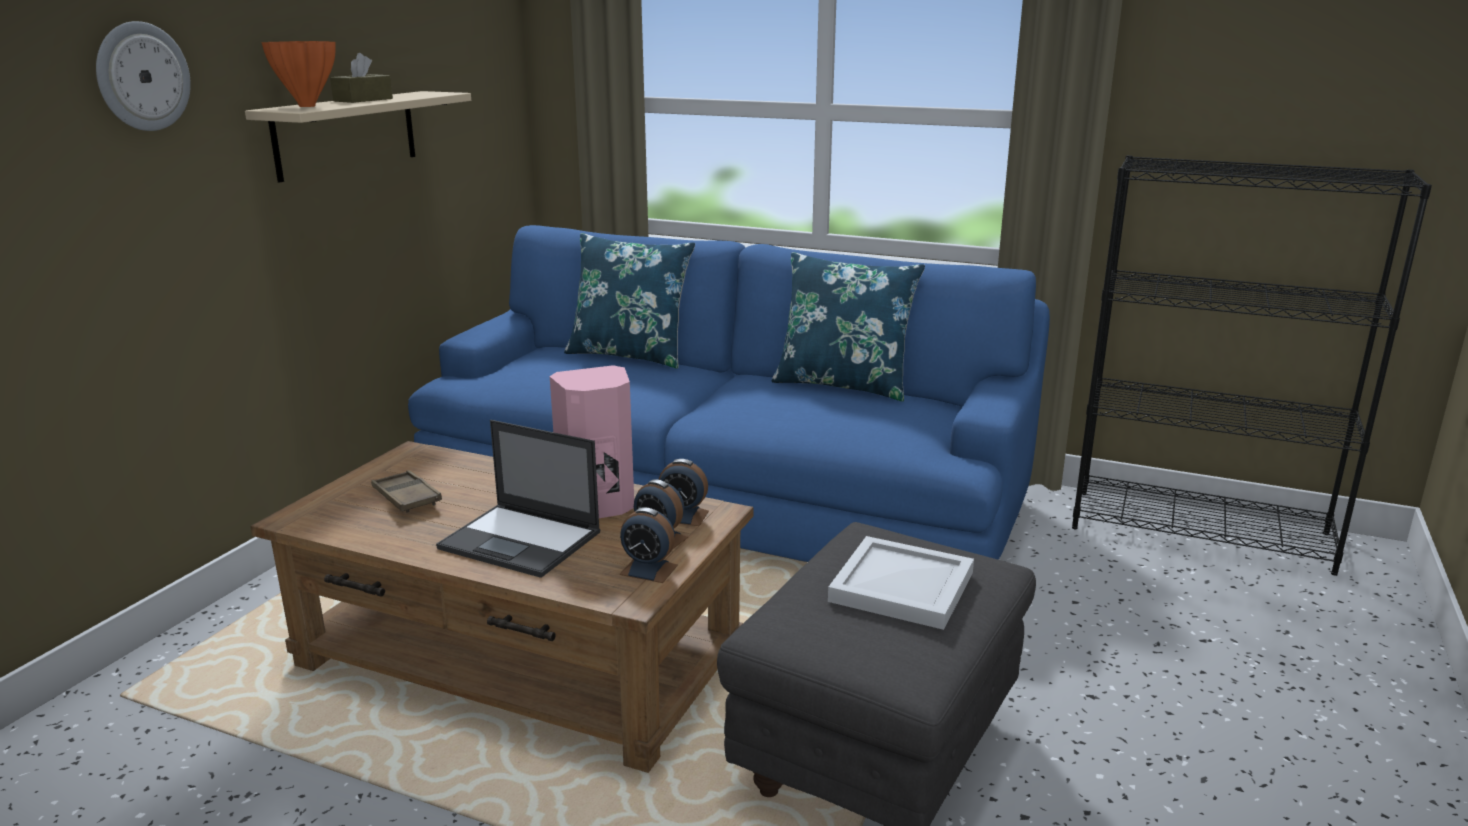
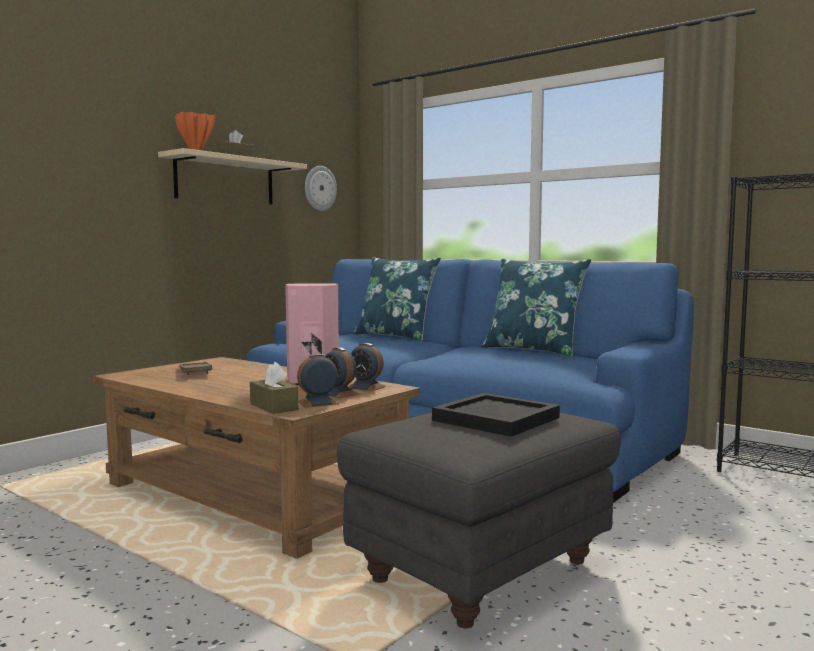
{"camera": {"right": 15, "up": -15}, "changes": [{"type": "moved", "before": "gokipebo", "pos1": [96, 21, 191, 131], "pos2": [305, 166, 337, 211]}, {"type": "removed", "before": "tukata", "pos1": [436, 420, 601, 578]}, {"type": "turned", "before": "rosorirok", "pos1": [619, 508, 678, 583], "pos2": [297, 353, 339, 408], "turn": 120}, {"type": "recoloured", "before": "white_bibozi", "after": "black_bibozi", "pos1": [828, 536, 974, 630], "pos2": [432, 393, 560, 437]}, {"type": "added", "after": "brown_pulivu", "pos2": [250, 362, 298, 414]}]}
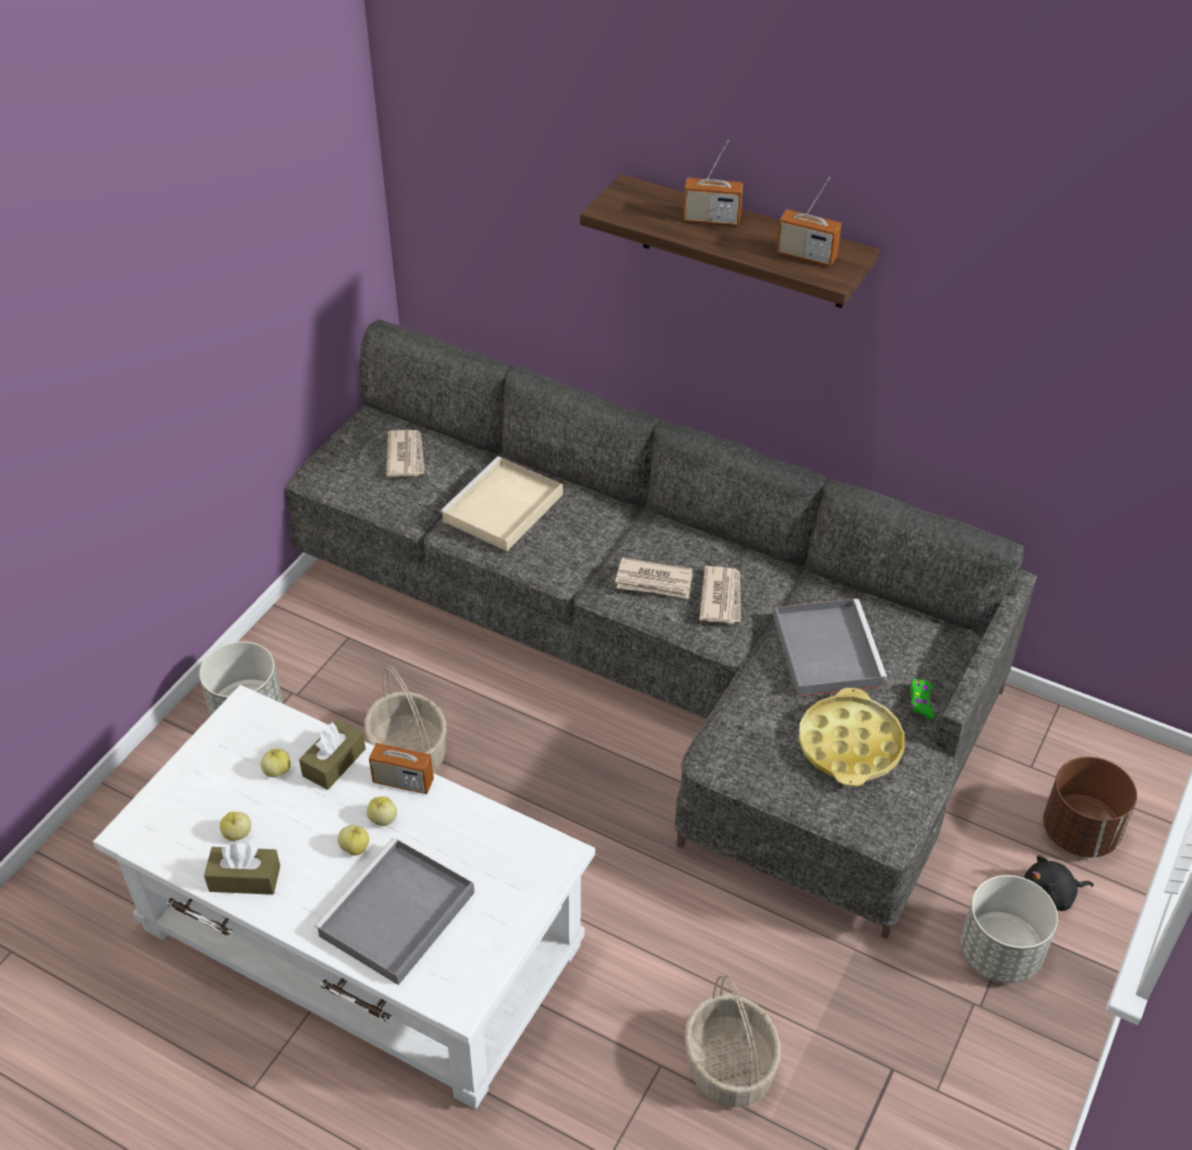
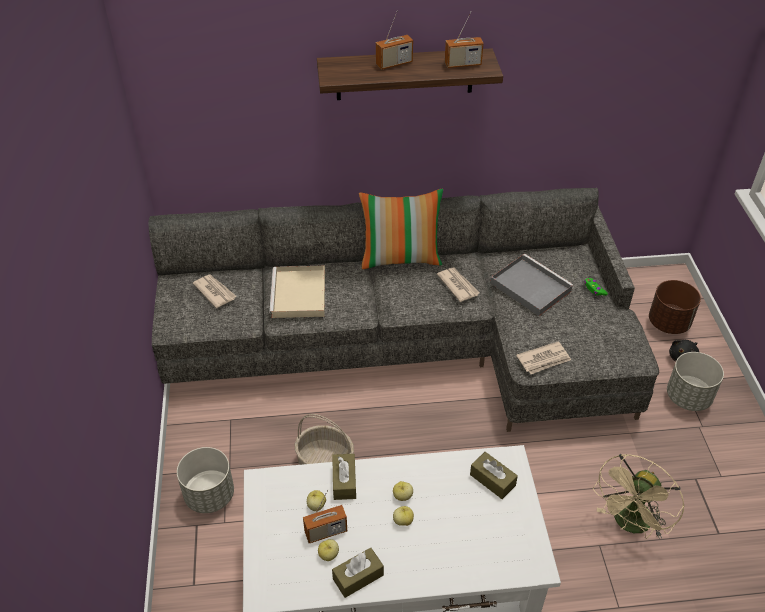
{"camera": {"right": -35, "up": 0}, "changes": [{"type": "moved", "before": "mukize", "pos1": [615, 558, 692, 599], "pos2": [516, 341, 571, 374]}, {"type": "removed", "before": "yellow_bibozi", "pos1": [799, 688, 905, 787]}, {"type": "moved", "before": "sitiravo", "pos1": [369, 720, 434, 794], "pos2": [303, 490, 347, 543]}, {"type": "removed", "before": "grey_bibozi", "pos1": [314, 838, 475, 985]}, {"type": "replaced", "before": "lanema", "after": "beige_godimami", "pos1": [685, 975, 781, 1107], "pos2": [593, 454, 685, 539]}, {"type": "added", "after": "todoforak", "pos2": [359, 189, 443, 269]}, {"type": "added", "after": "brown_pulivu", "pos2": [470, 452, 518, 499]}]}
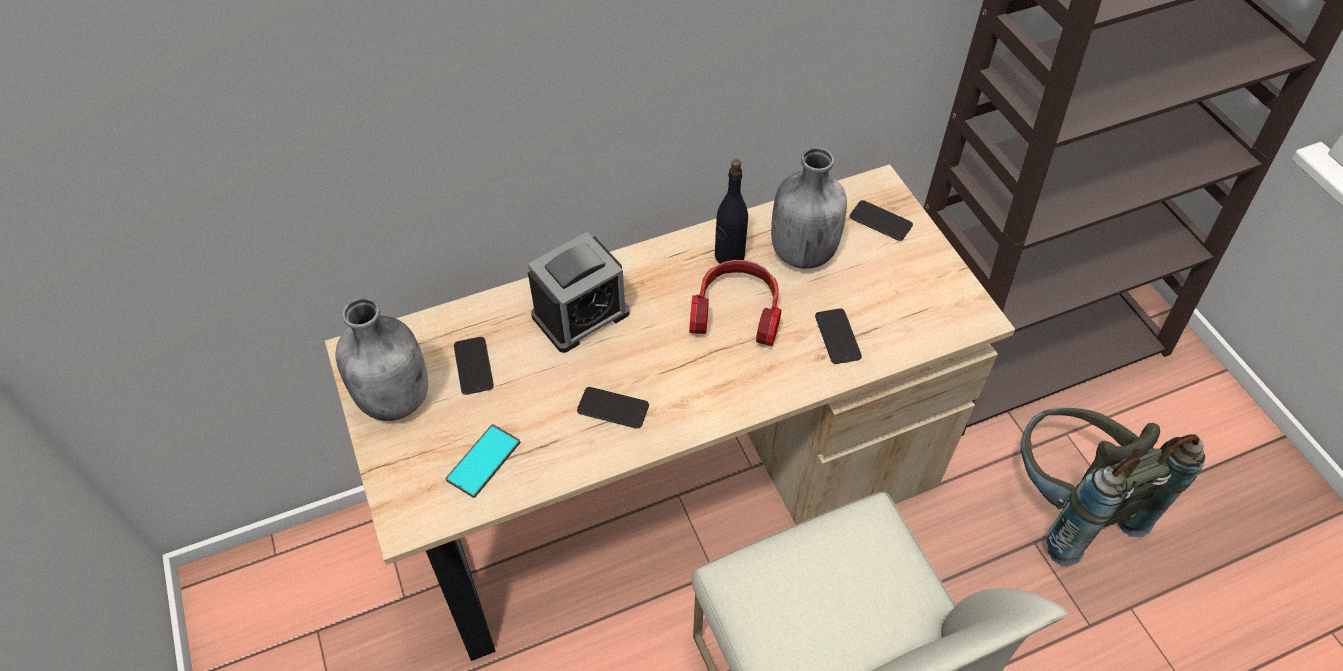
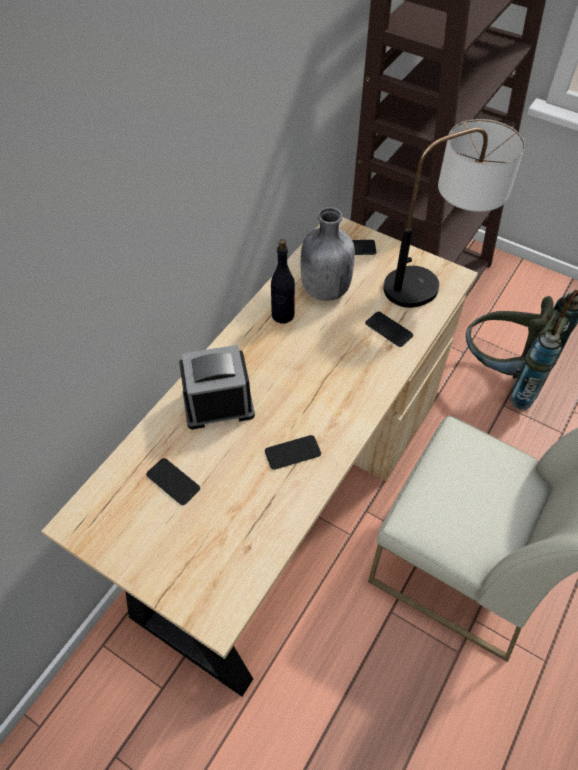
{"camera": {"right": -35, "up": 0}, "changes": [{"type": "turned", "before": "rosorirok", "pos1": [528, 232, 630, 353], "pos2": [179, 345, 255, 430], "turn": -120}, {"type": "removed", "before": "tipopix", "pos1": [690, 260, 781, 346]}, {"type": "removed", "before": "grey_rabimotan", "pos1": [335, 298, 428, 421]}, {"type": "removed", "before": "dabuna", "pos1": [446, 424, 520, 498]}, {"type": "added", "after": "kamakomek", "pos2": [384, 119, 525, 308]}]}
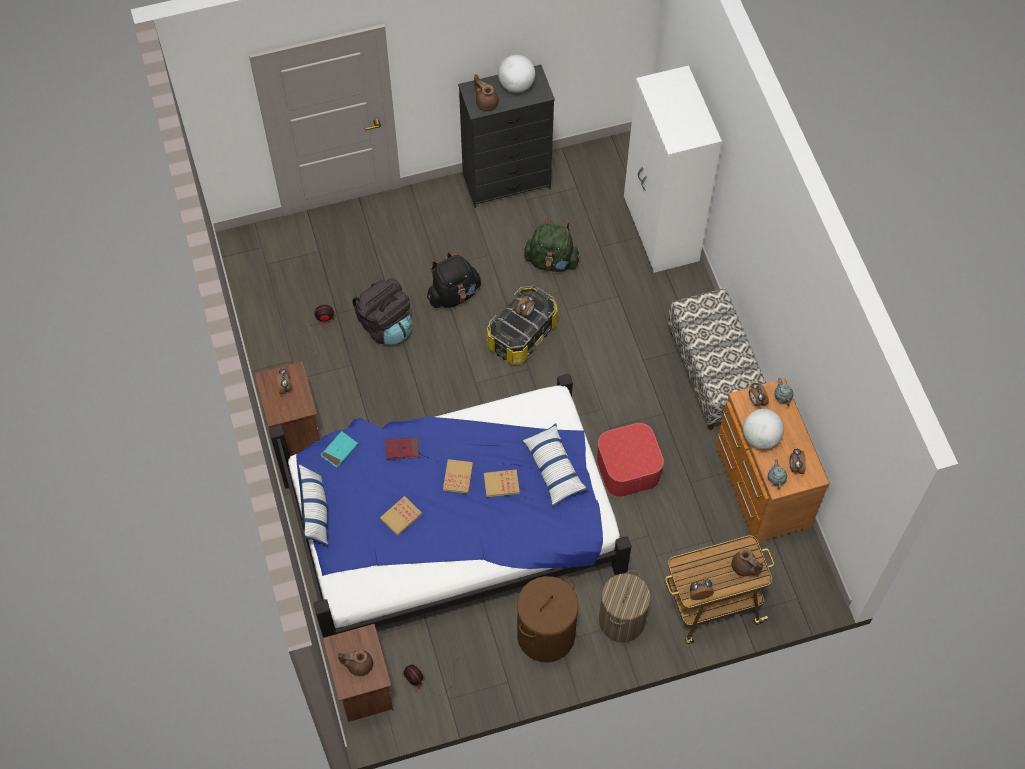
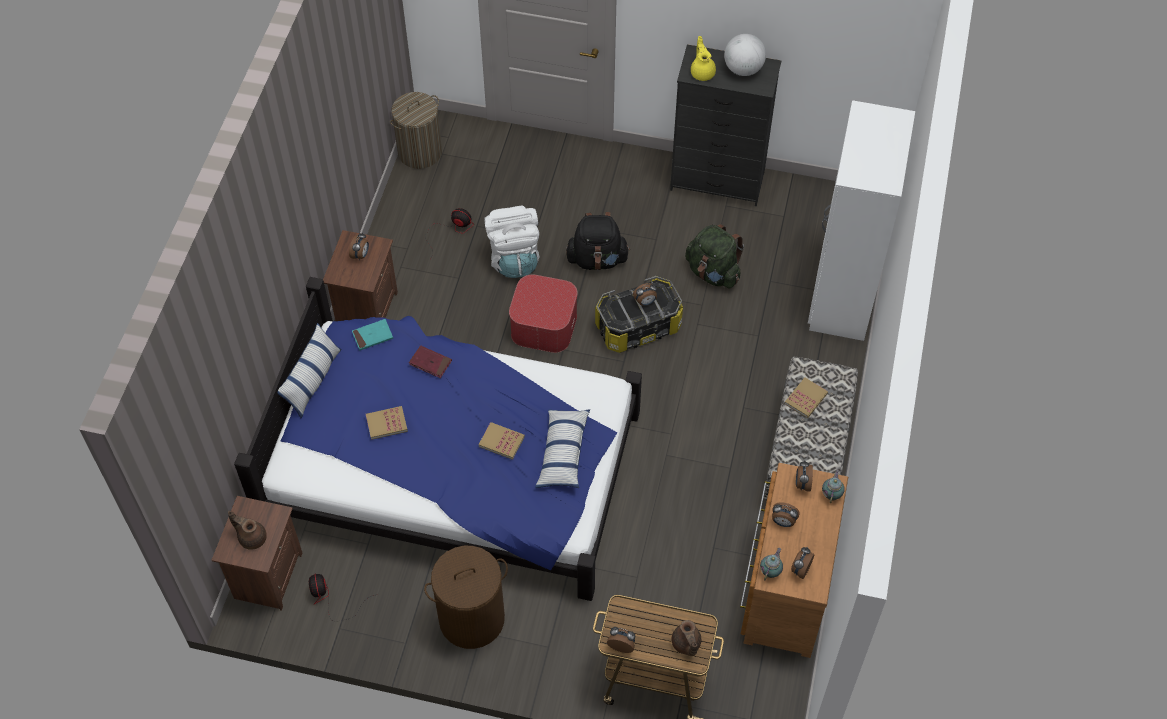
{"camera": {"right": 30, "up": -5}, "changes": [{"type": "recoloured", "before": "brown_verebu", "after": "yellow_verebu", "pos1": [474, 74, 499, 111], "pos2": [691, 36, 716, 81]}, {"type": "recoloured", "before": "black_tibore", "after": "white_tibore", "pos1": [353, 278, 412, 345], "pos2": [484, 205, 539, 278]}, {"type": "replaced", "before": "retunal", "after": "rosorirok", "pos1": [743, 409, 784, 449], "pos2": [772, 502, 800, 527]}, {"type": "moved", "before": "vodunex", "pos1": [597, 423, 664, 497], "pos2": [509, 274, 578, 353]}, {"type": "moved", "before": "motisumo", "pos1": [443, 459, 473, 494], "pos2": [785, 377, 828, 418]}, {"type": "moved", "before": "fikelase", "pos1": [599, 570, 651, 642], "pos2": [390, 92, 442, 169]}]}
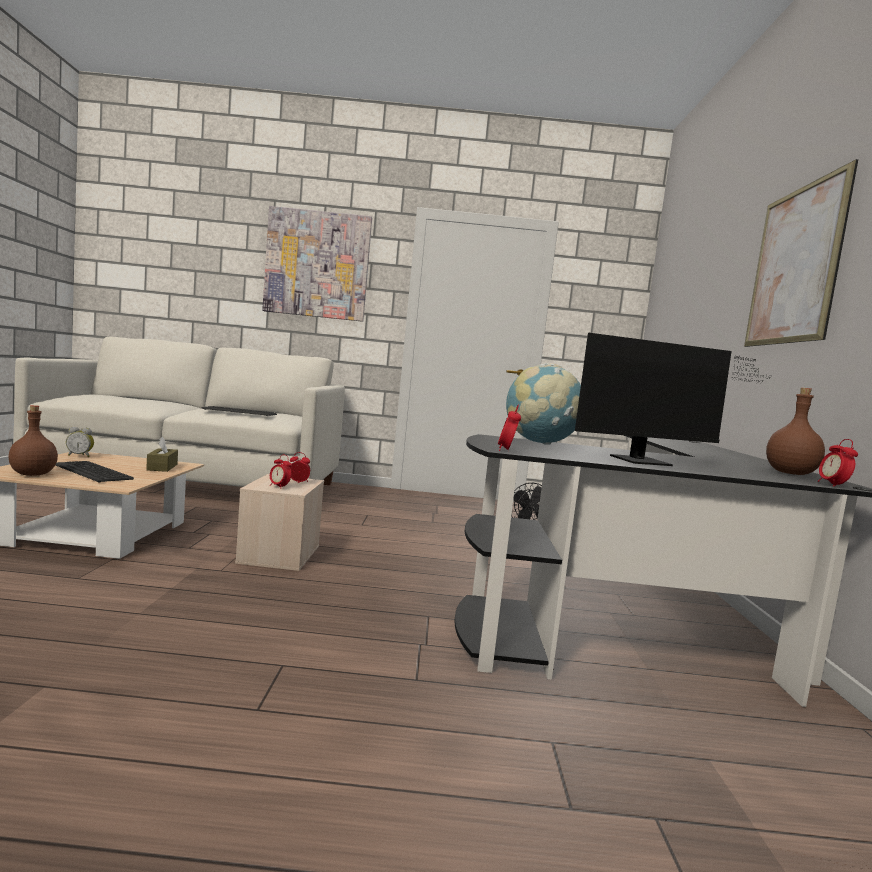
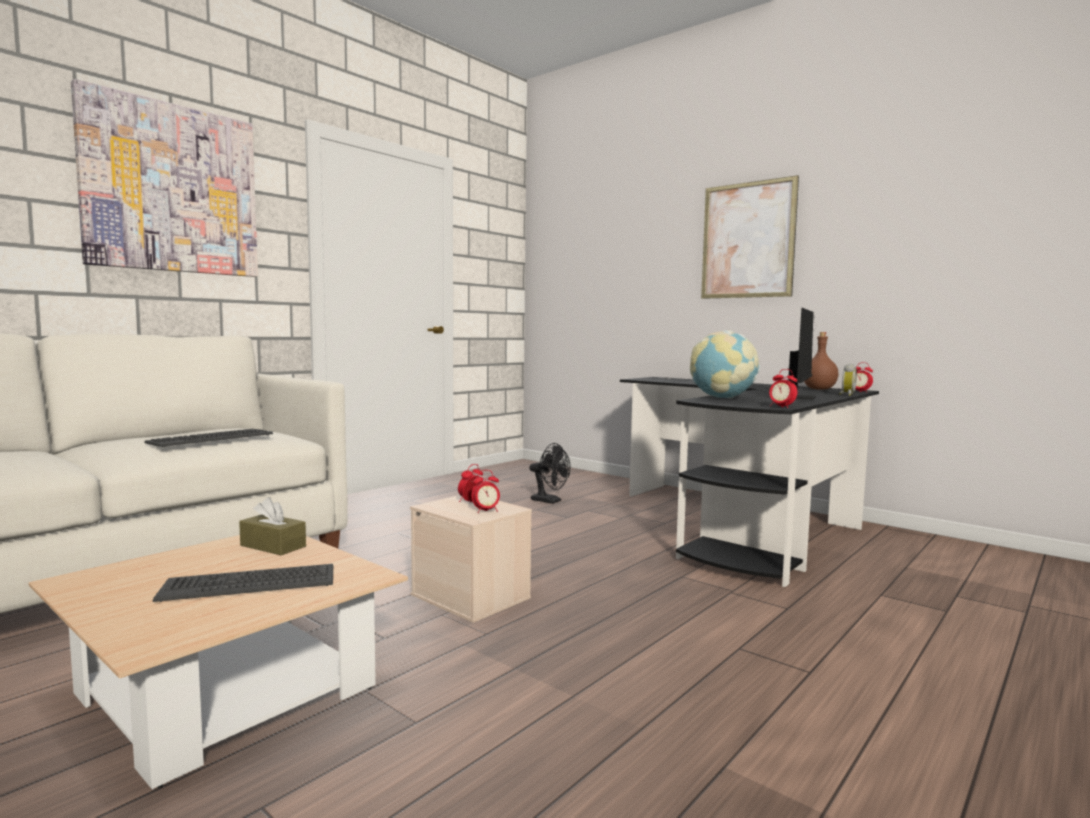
{"camera": {"right": -50, "up": 0}, "changes": [{"type": "removed", "before": "brown_rabimotan", "pos1": [8, 405, 58, 476]}, {"type": "moved", "before": "rosorirok", "pos1": [66, 427, 94, 457], "pos2": [839, 364, 857, 396]}]}
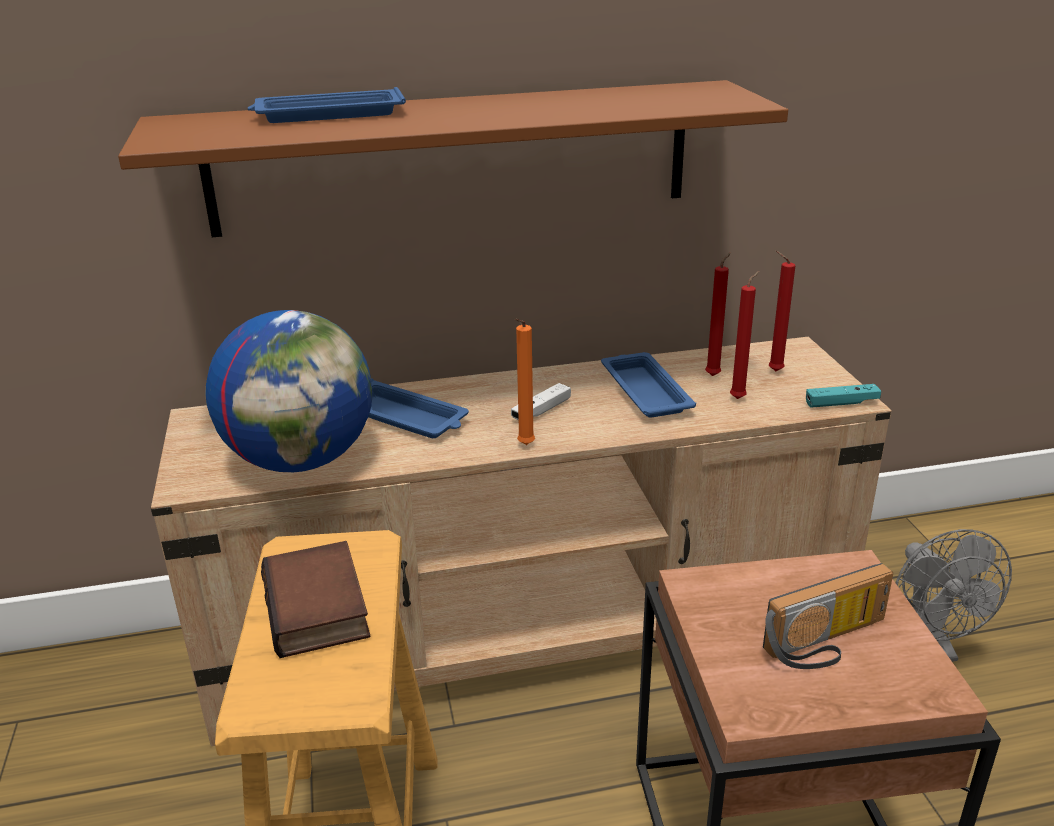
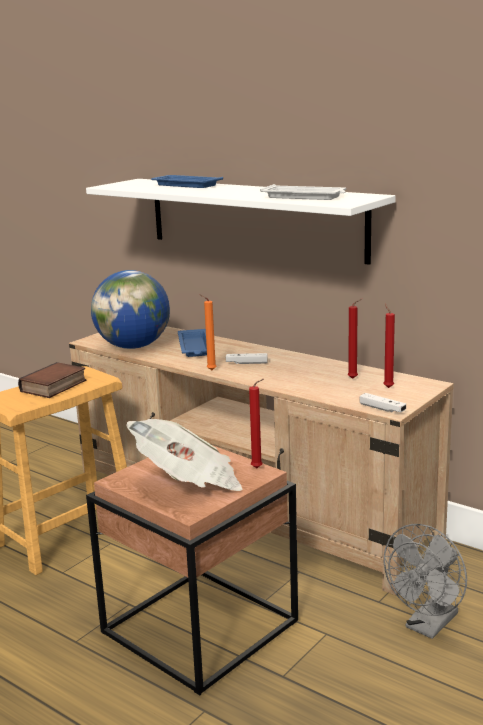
{"camera": {"right": 50, "up": -10}, "changes": [{"type": "recoloured", "before": "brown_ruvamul", "after": "white_ruvamul", "pos1": [118, 80, 788, 237], "pos2": [86, 179, 396, 265]}, {"type": "moved", "before": "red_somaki", "pos1": [730, 271, 760, 399], "pos2": [249, 379, 264, 468]}, {"type": "removed", "before": "blue_bibozi", "pos1": [601, 352, 696, 418]}, {"type": "recoloured", "before": "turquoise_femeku", "after": "white_femeku", "pos1": [806, 384, 881, 407], "pos2": [360, 393, 406, 413]}, {"type": "replaced", "before": "sitiravo", "after": "mukize", "pos1": [763, 563, 893, 669], "pos2": [126, 419, 243, 491]}, {"type": "added", "after": "white_bibozi", "pos2": [260, 184, 346, 200]}]}
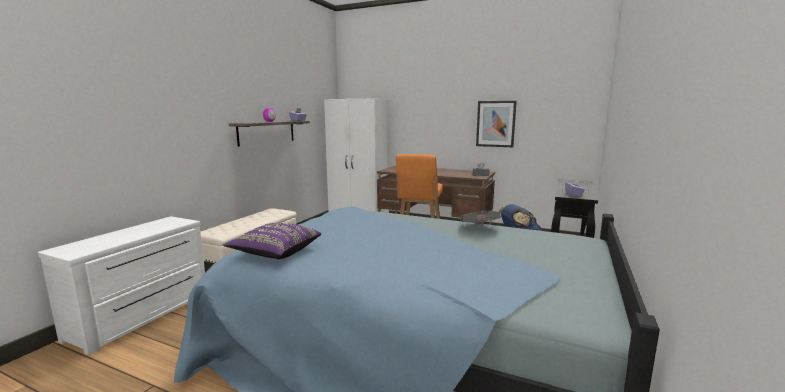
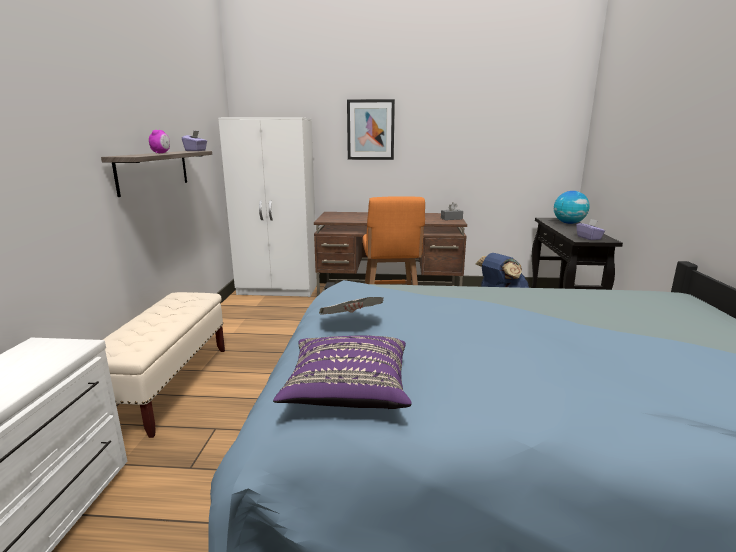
{"camera": {"right": -20, "up": 5}, "changes": [{"type": "moved", "before": "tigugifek", "pos1": [476, 101, 517, 147], "pos2": [347, 99, 395, 160]}, {"type": "moved", "before": "mukize", "pos1": [460, 210, 501, 223], "pos2": [319, 297, 383, 314]}, {"type": "added", "after": "retunal", "pos2": [554, 191, 590, 224]}]}
